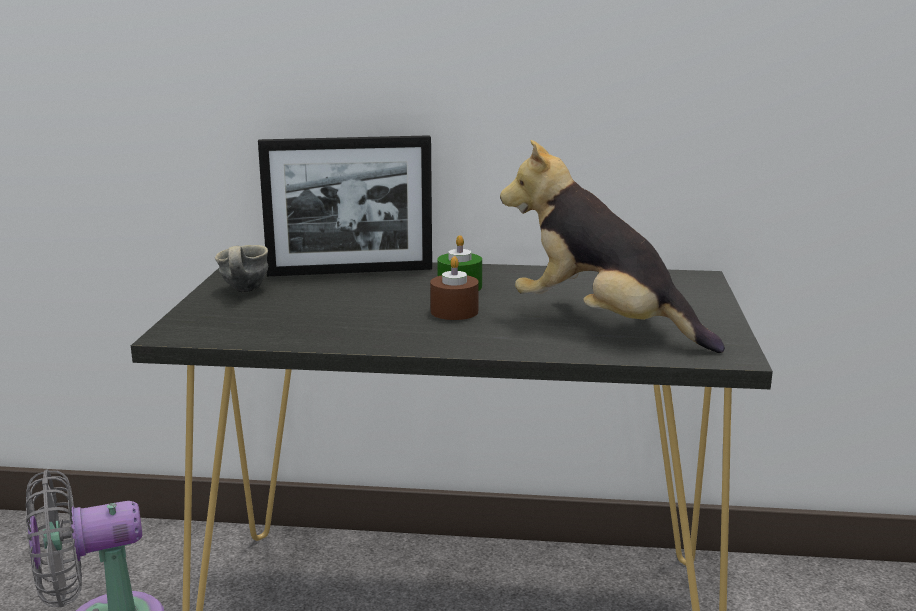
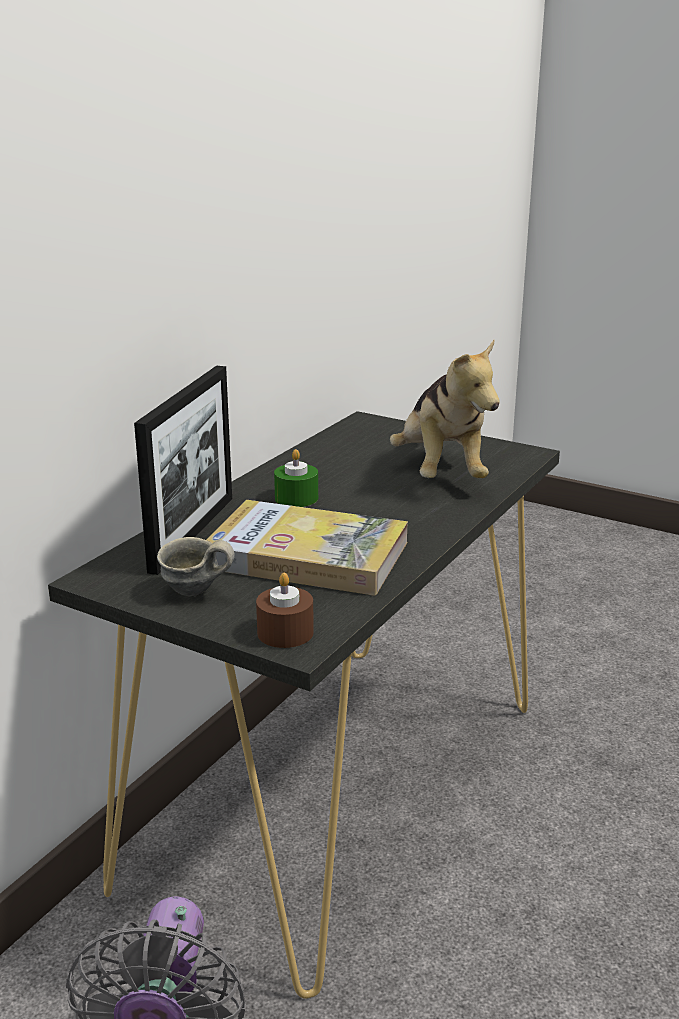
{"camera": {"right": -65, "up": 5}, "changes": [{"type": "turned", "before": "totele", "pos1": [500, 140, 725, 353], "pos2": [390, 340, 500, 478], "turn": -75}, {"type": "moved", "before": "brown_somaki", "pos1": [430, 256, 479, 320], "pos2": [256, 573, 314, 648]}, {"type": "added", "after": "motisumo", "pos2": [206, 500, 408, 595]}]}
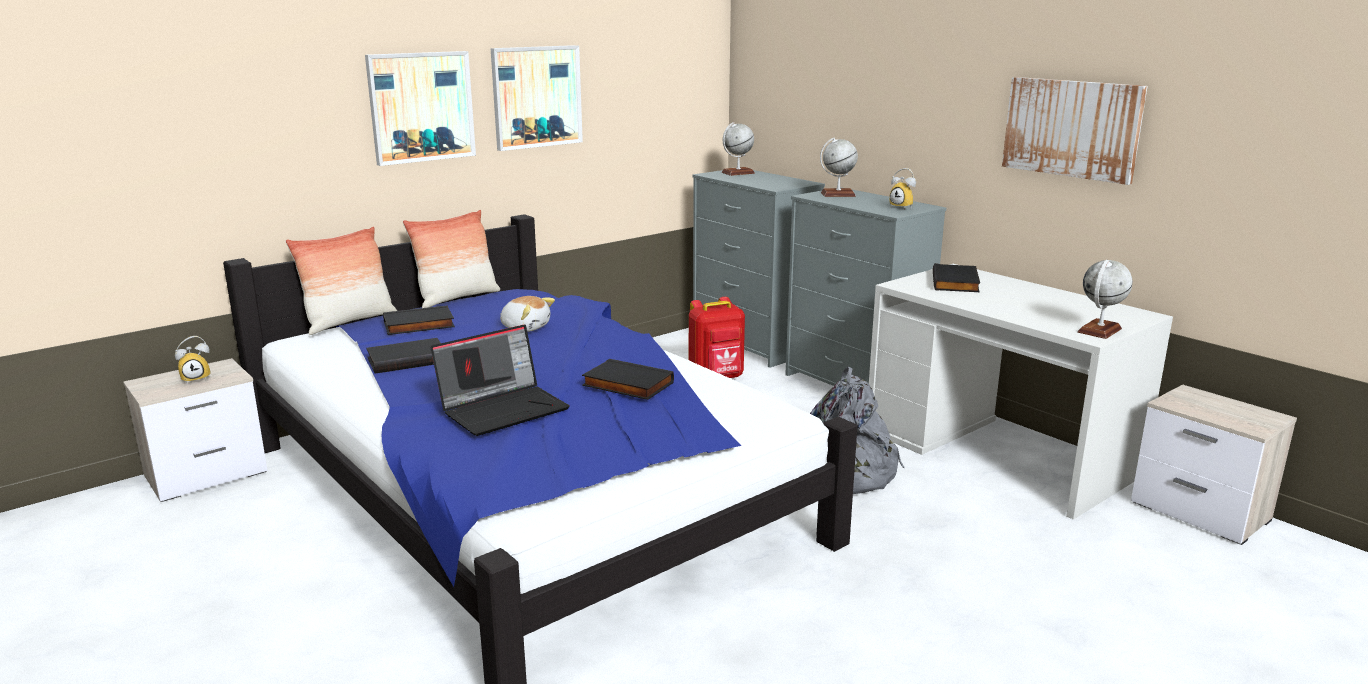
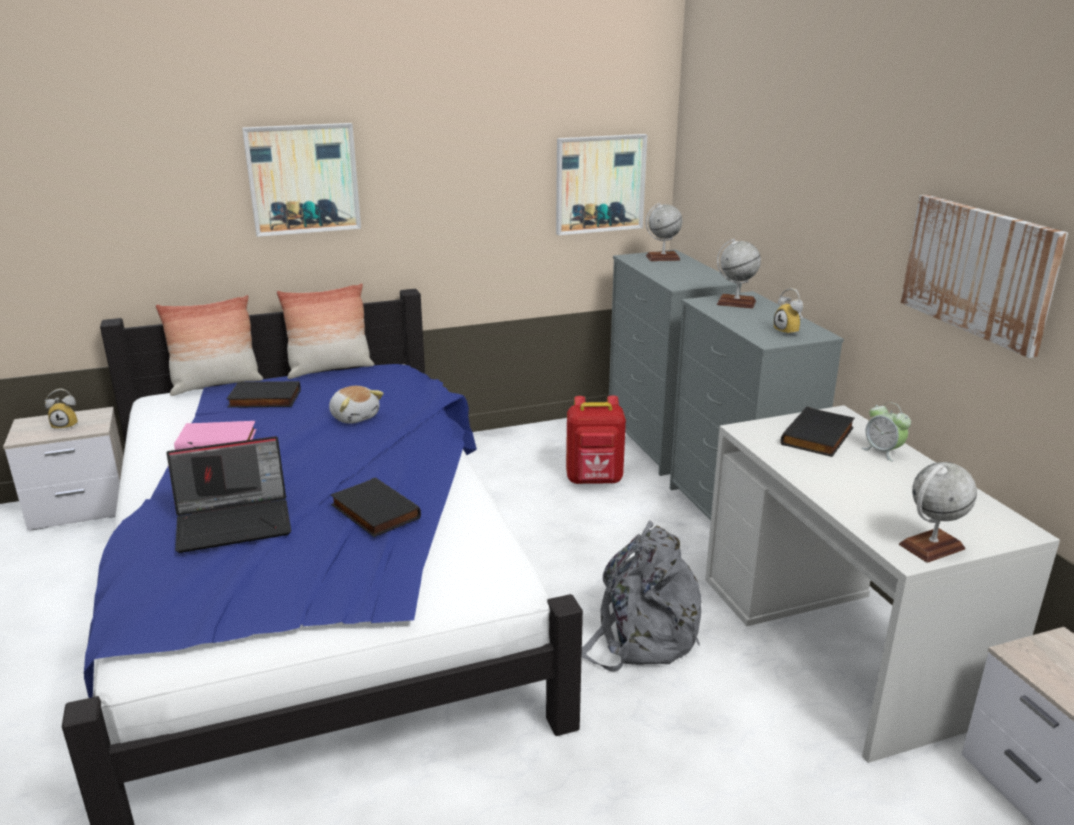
{"camera": {"right": 20, "up": 5}, "changes": [{"type": "moved", "before": "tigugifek", "pos1": [491, 45, 583, 151], "pos2": [556, 134, 647, 235]}, {"type": "recoloured", "before": "black_motisumo", "after": "pink_motisumo", "pos1": [366, 338, 441, 374], "pos2": [174, 421, 256, 450]}, {"type": "added", "after": "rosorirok", "pos2": [862, 402, 911, 462]}]}
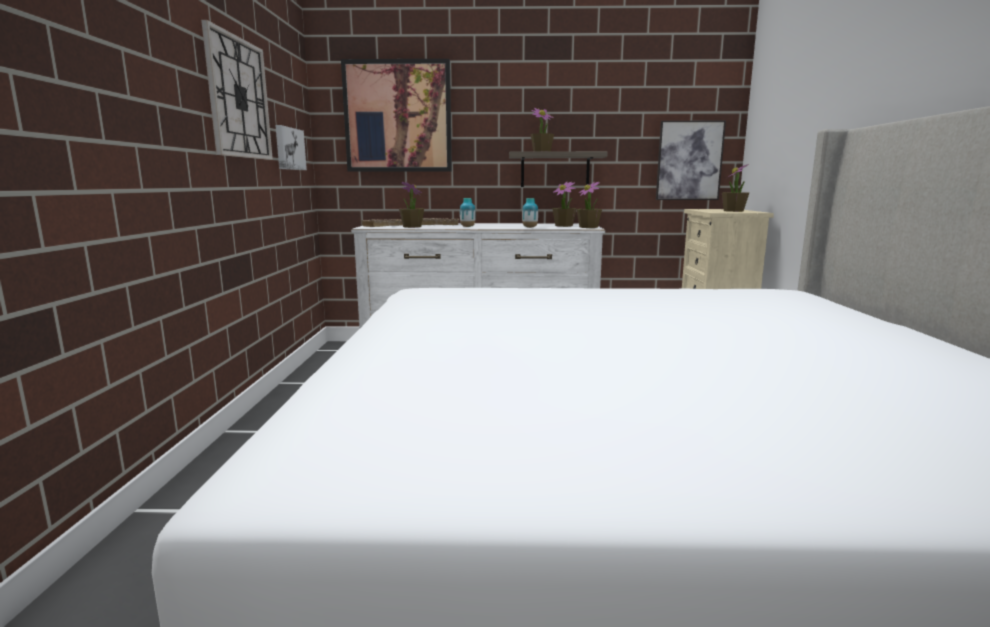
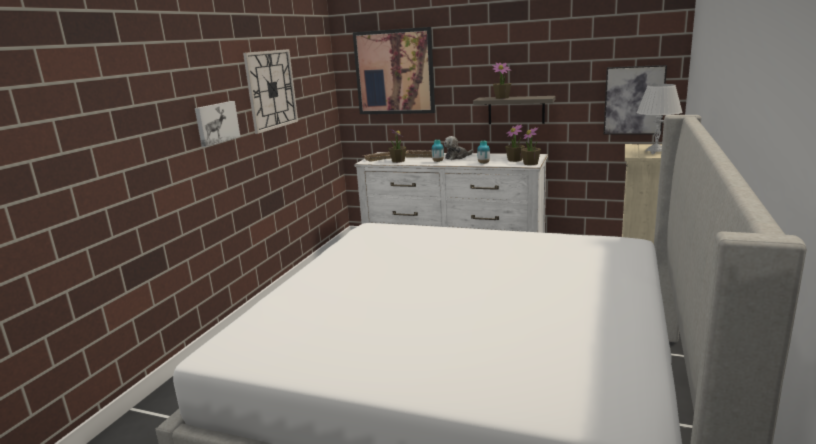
{"camera": {"right": 20, "up": 5}, "changes": [{"type": "moved", "before": "tigugifek", "pos1": [275, 125, 307, 170], "pos2": [195, 101, 240, 147]}, {"type": "replaced", "before": "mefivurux", "after": "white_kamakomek", "pos1": [722, 164, 749, 212], "pos2": [637, 84, 682, 154]}, {"type": "added", "after": "totele", "pos2": [444, 136, 473, 160]}]}
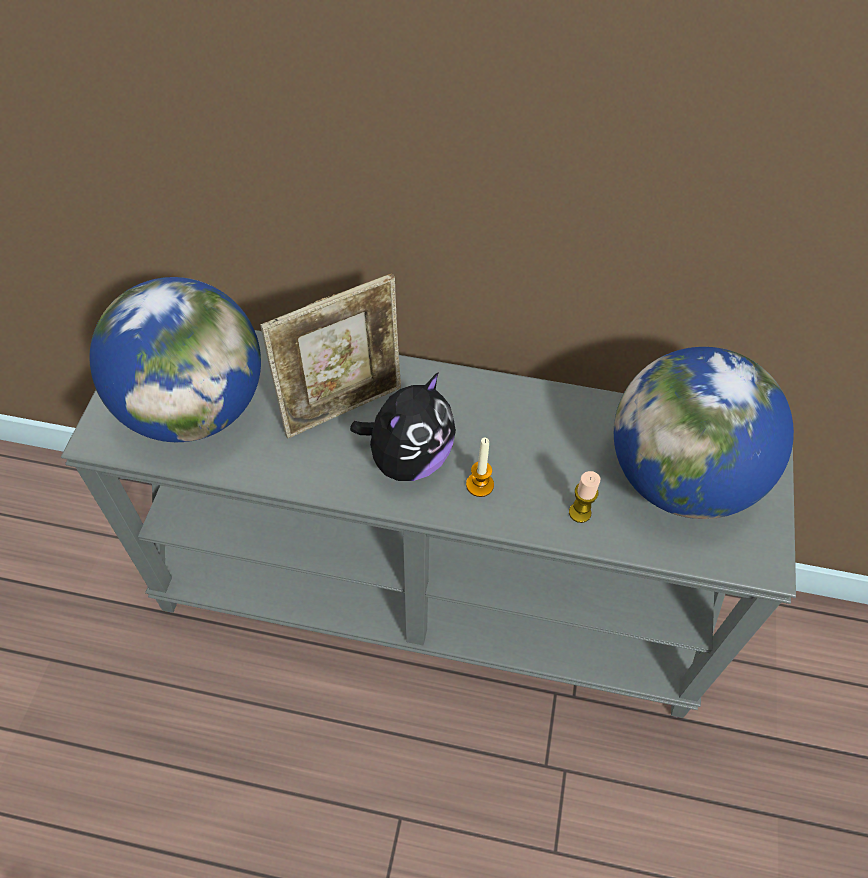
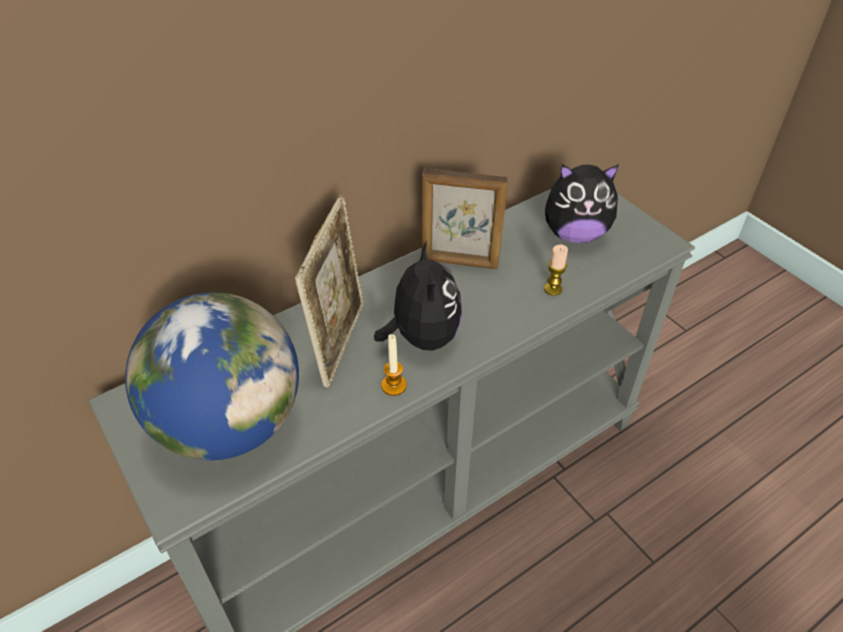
{"camera": {"right": -45, "up": -10}, "changes": [{"type": "replaced", "before": "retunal", "after": "totele", "pos1": [614, 347, 794, 519], "pos2": [545, 164, 619, 243]}, {"type": "moved", "before": "somaki", "pos1": [466, 438, 494, 497], "pos2": [381, 334, 407, 396]}, {"type": "added", "after": "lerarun", "pos2": [421, 168, 508, 269]}]}
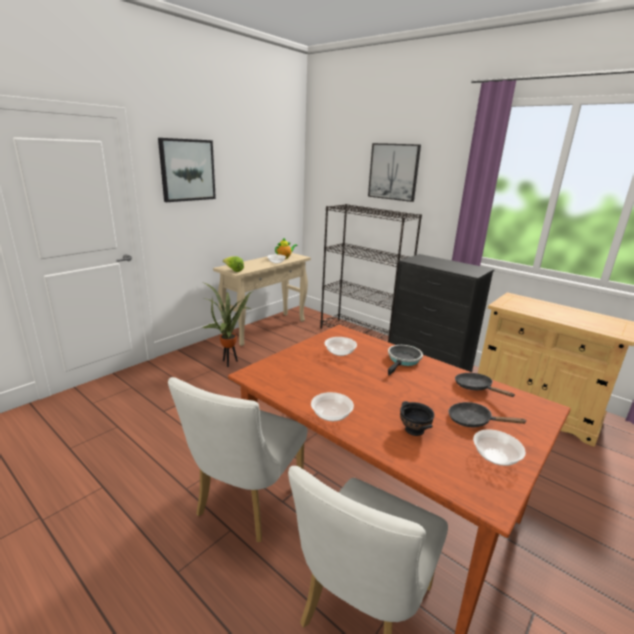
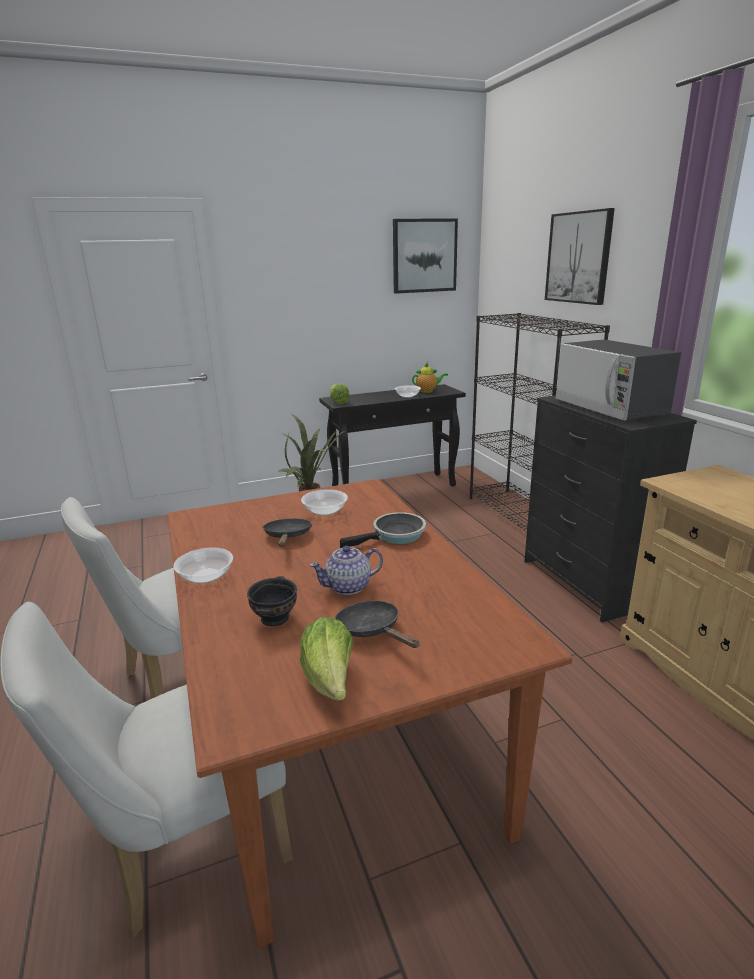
{"camera": {"right": 30, "up": 0}, "changes": [{"type": "moved", "before": "tigugifek", "pos1": [158, 138, 216, 202], "pos2": [393, 218, 458, 294]}, {"type": "recoloured", "before": "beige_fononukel", "after": "black_fononukel", "pos1": [213, 253, 311, 346], "pos2": [319, 384, 466, 486]}, {"type": "moved", "before": "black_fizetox", "pos1": [455, 373, 515, 397], "pos2": [262, 518, 312, 547]}, {"type": "replaced", "before": "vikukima", "after": "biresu", "pos1": [473, 429, 526, 466], "pos2": [300, 617, 354, 701]}, {"type": "added", "after": "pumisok", "pos2": [555, 339, 681, 421]}, {"type": "added", "after": "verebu", "pos2": [309, 546, 383, 595]}]}
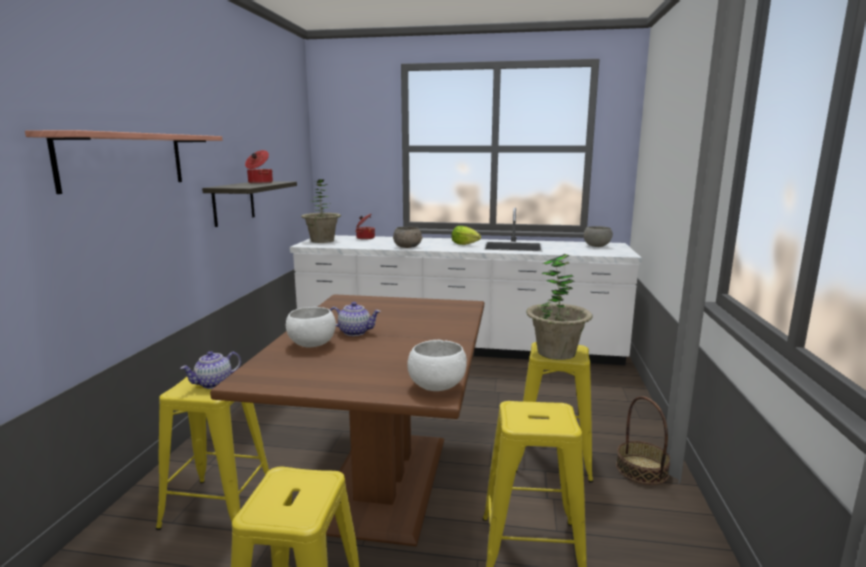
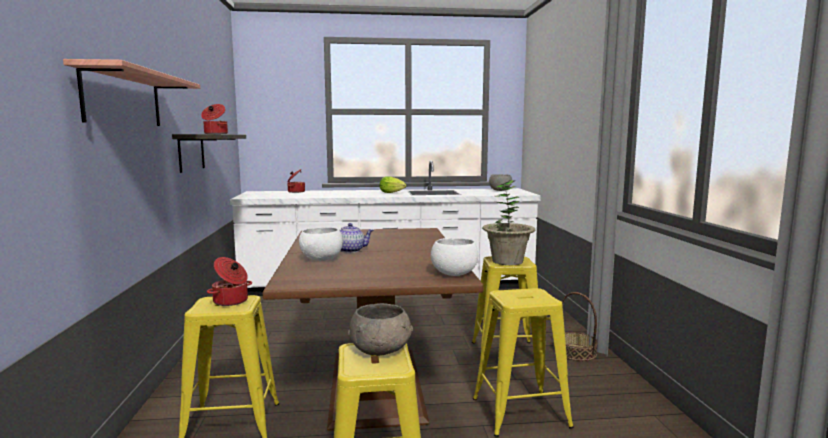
{"camera": {"right": -15, "up": -5}, "changes": [{"type": "removed", "before": "mefivurux", "pos1": [301, 180, 341, 243]}, {"type": "moved", "before": "grey_vikukima", "pos1": [393, 227, 423, 248], "pos2": [348, 303, 413, 356]}, {"type": "replaced", "before": "verebu", "after": "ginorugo", "pos1": [181, 351, 241, 389], "pos2": [207, 257, 252, 306]}]}
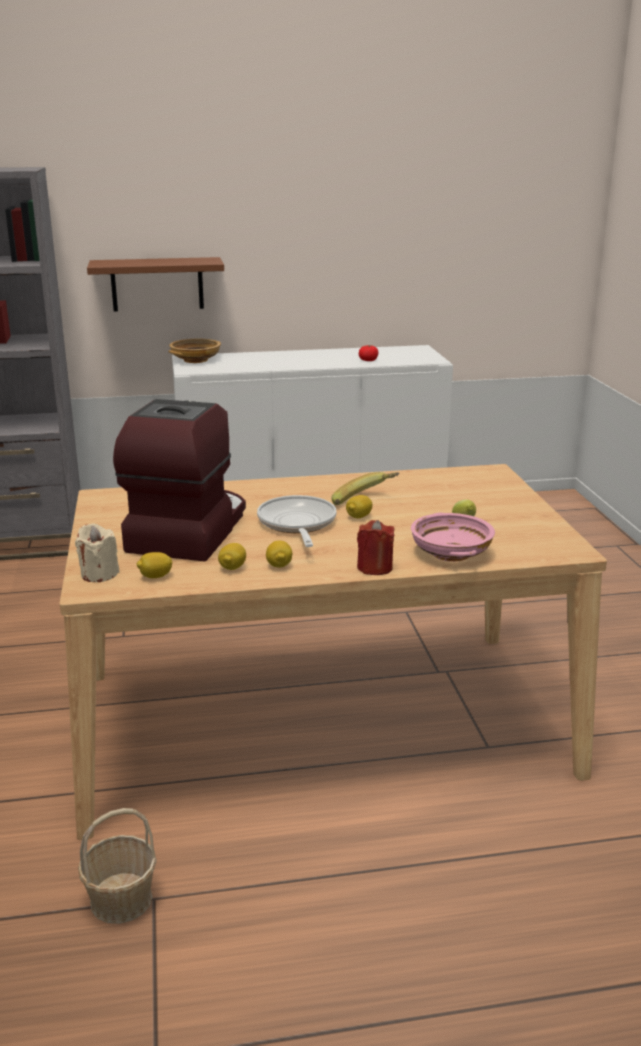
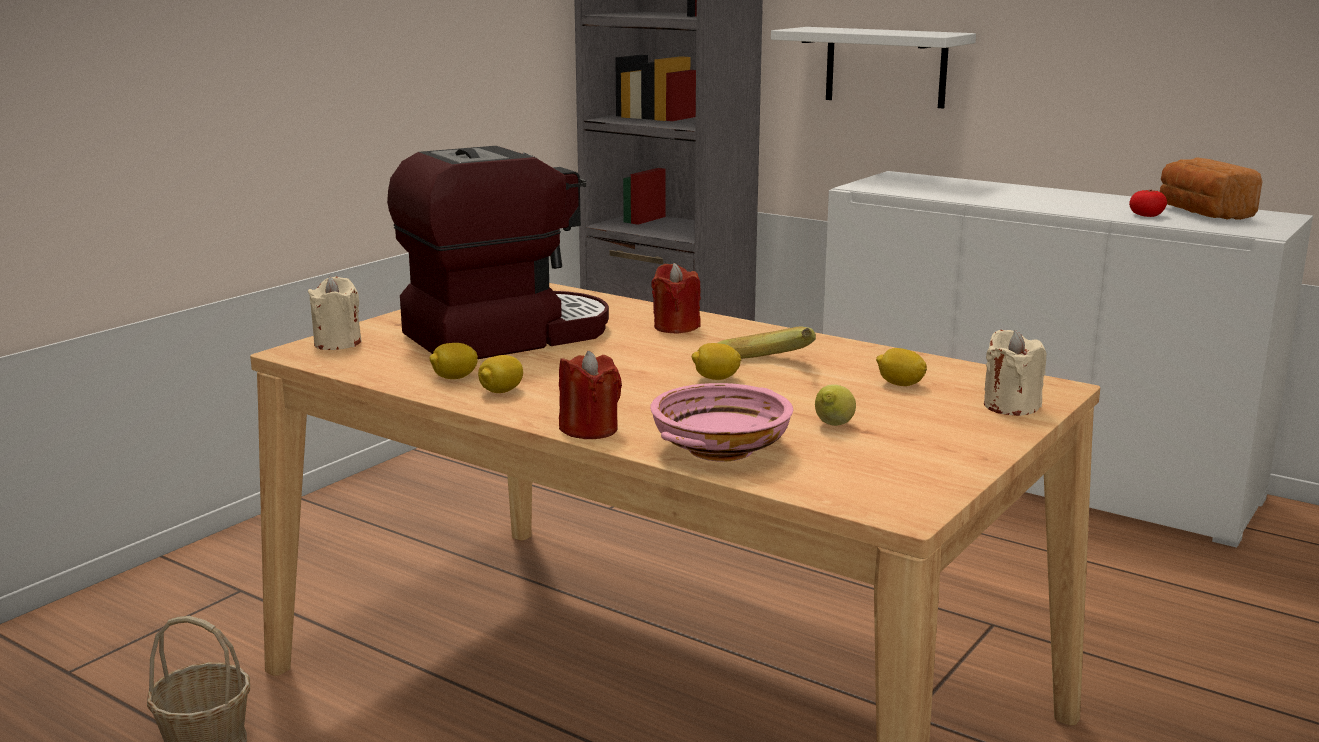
{"camera": {"right": 45, "up": -5}, "changes": [{"type": "recoloured", "before": "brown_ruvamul", "after": "white_ruvamul", "pos1": [87, 257, 224, 311], "pos2": [771, 27, 976, 108]}, {"type": "removed", "before": "beige_vikukima", "pos1": [168, 339, 221, 363]}, {"type": "removed", "before": "fizetox", "pos1": [257, 495, 337, 547]}, {"type": "moved", "before": "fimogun", "pos1": [137, 552, 173, 578], "pos2": [876, 348, 927, 386]}, {"type": "added", "after": "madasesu", "pos2": [1160, 157, 1263, 220]}, {"type": "added", "after": "red_somaki", "pos2": [651, 263, 701, 334]}, {"type": "added", "after": "beige_somaki", "pos2": [984, 330, 1046, 416]}]}
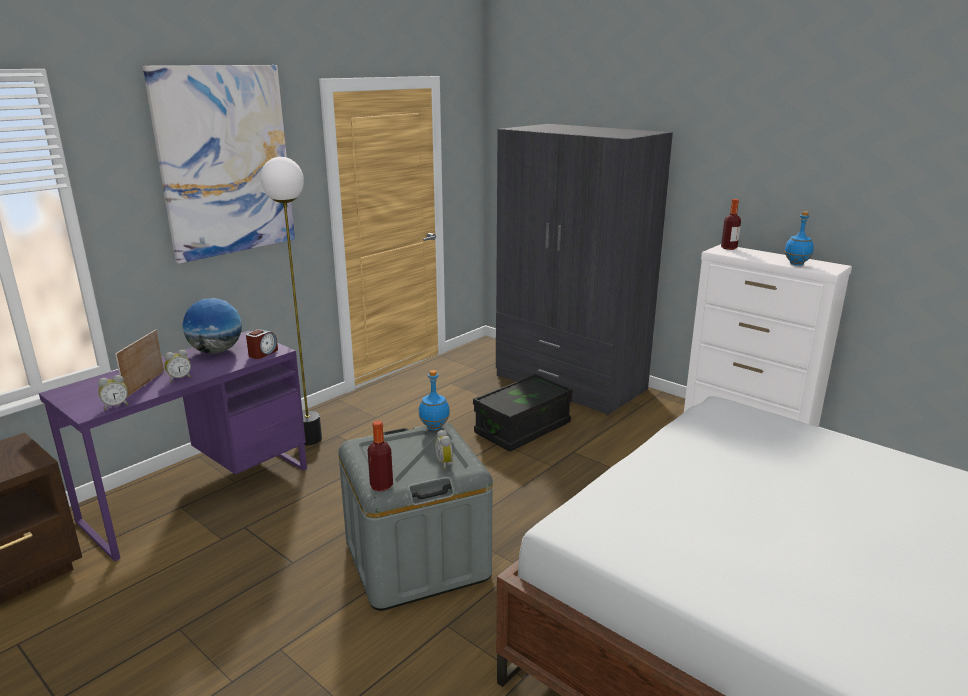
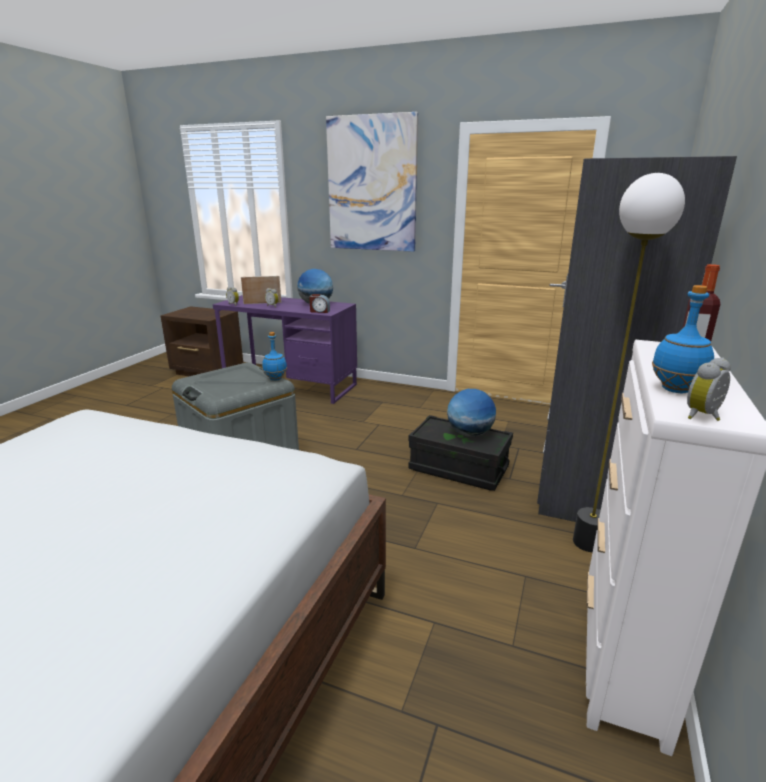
{"camera": {"right": 70, "up": 0}, "changes": [{"type": "moved", "before": "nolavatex", "pos1": [261, 157, 322, 445], "pos2": [573, 173, 685, 552]}, {"type": "removed", "before": "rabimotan", "pos1": [368, 421, 393, 491]}, {"type": "moved", "before": "rosorirok", "pos1": [435, 430, 453, 469], "pos2": [687, 358, 731, 421]}, {"type": "added", "after": "retunal", "pos2": [447, 389, 496, 437]}]}
